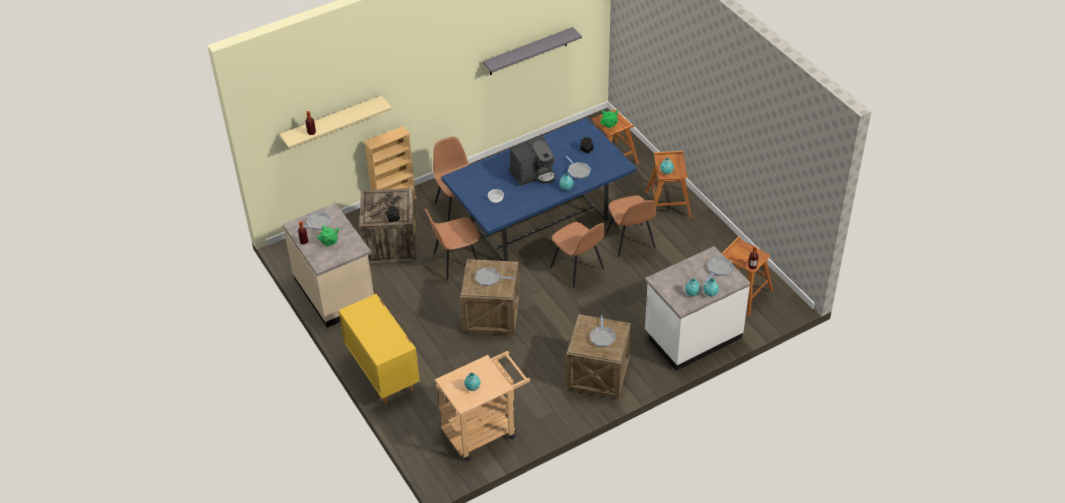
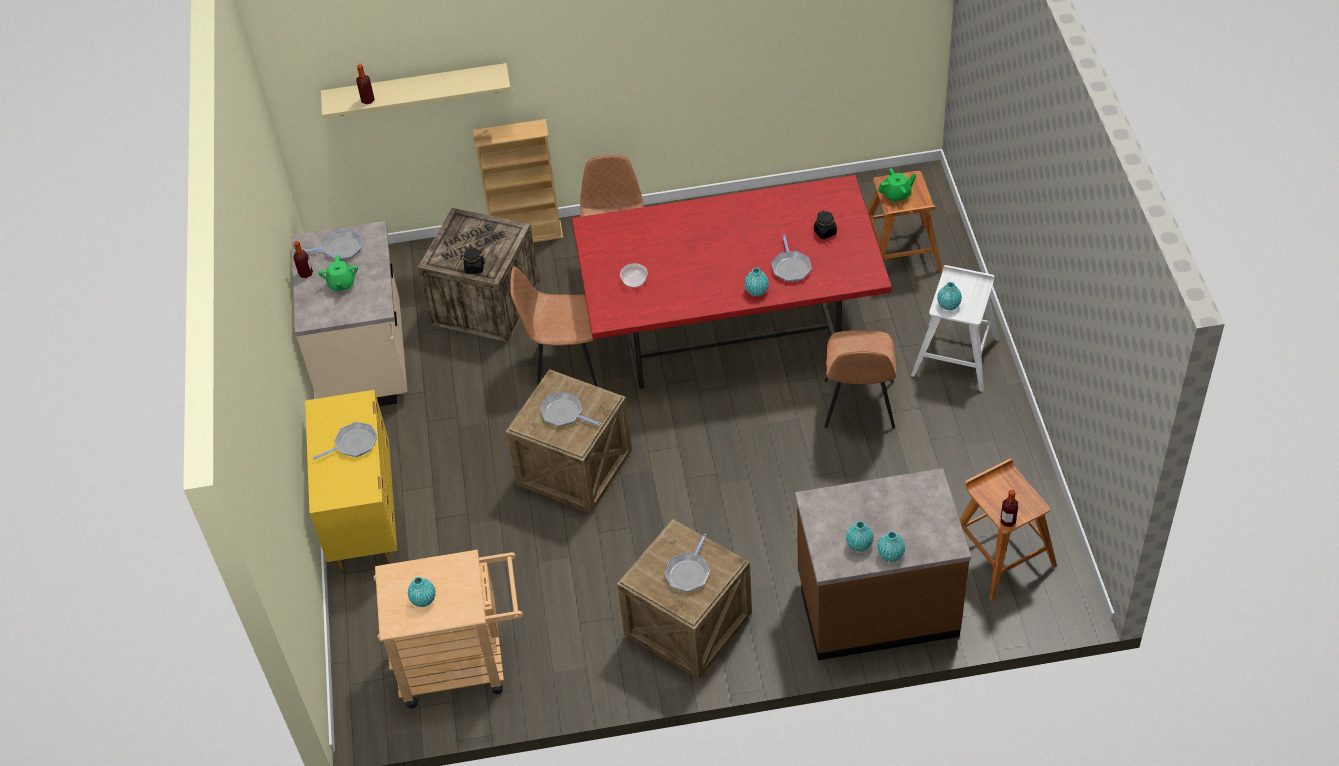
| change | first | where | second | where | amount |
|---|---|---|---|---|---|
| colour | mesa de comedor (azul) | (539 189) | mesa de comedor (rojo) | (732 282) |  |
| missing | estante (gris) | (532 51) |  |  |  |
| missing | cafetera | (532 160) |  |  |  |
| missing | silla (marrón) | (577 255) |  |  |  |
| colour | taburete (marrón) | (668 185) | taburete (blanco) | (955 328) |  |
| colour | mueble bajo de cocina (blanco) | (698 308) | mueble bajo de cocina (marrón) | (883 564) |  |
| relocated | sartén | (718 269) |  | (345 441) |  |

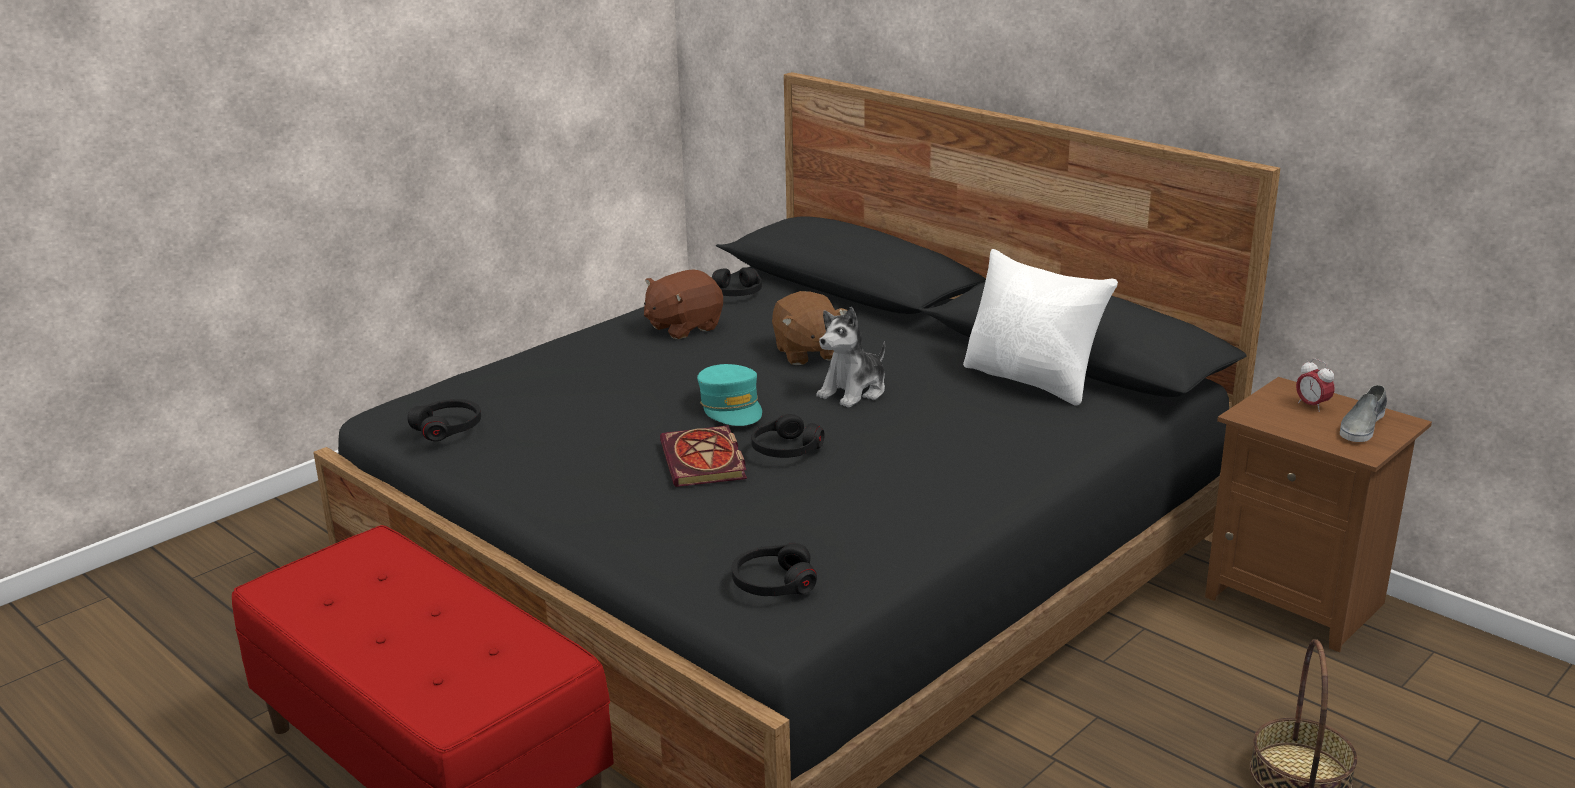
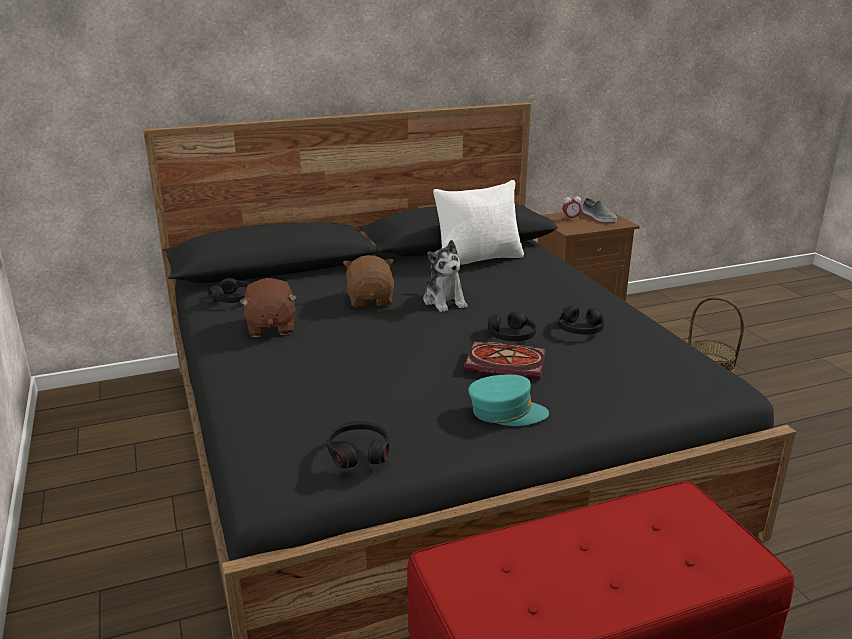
| change | first | where | second | where | amount |
|---|---|---|---|---|---|
| relocated | gorra (turquesa) | (729 395) |  | (508 400) |  |
| relocated | auriculares (negro) | (774 569) |  | (581 320) |  |
| spun | peluche (marrón) | (810 328) |  | (368 281) | 105 degrees counterclockwise |

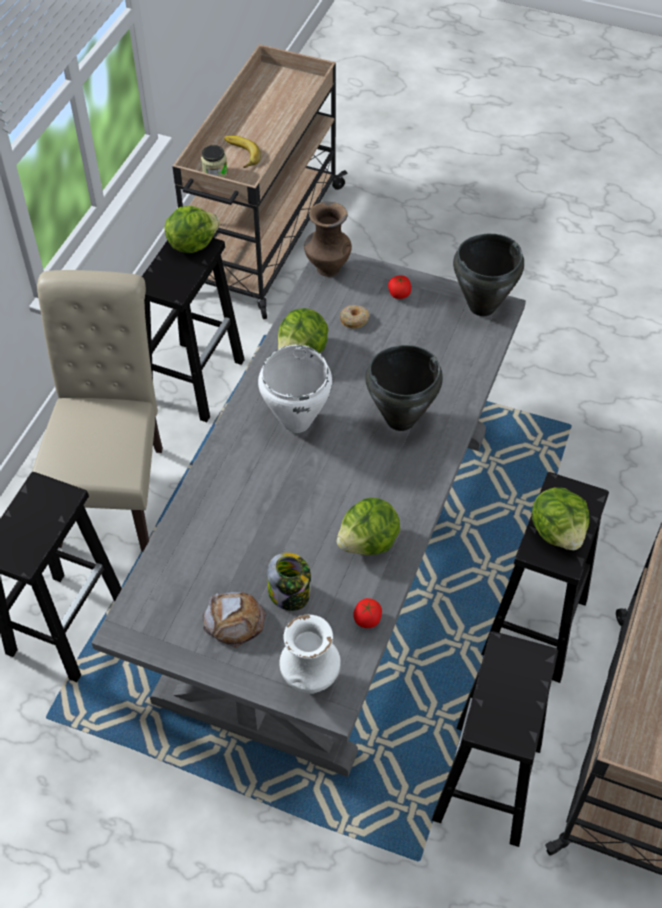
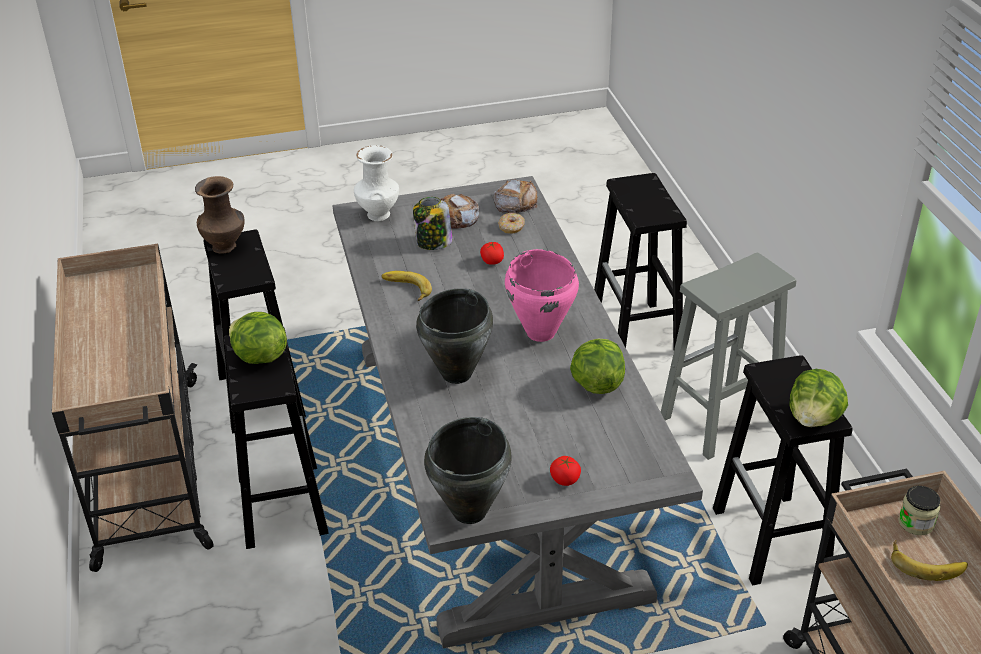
| change | first | where | second | where | amount |
|---|---|---|---|---|---|
| exchanged | silla (beis) | (97 410) | taburete (gris) | (728 356) |  |
| colour | olla (blanco) | (295 389) | olla (rosa) | (542 295) |  |
| relocated | florero (marrón) | (328 239) |  | (220 215) |  |
| exchanged | lechuga | (368 526) | plátano | (406 286) |  |
| relocated | rosquilla | (354 317) |  | (511 223) |  |
| relocated | tomate | (368 613) |  | (492 253) |  |
| appeared |  |  | pan | (516 196) |  |

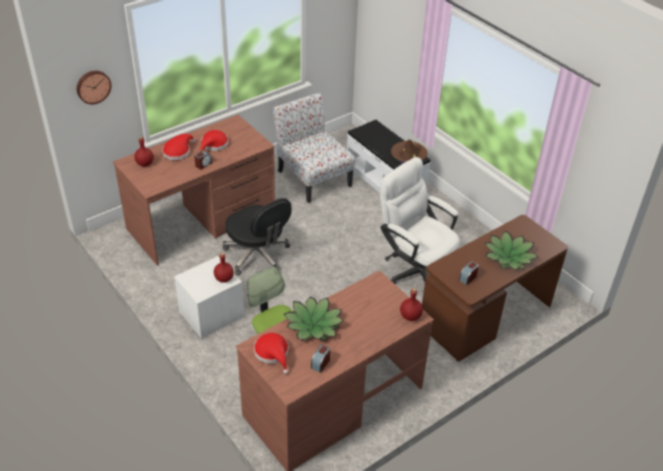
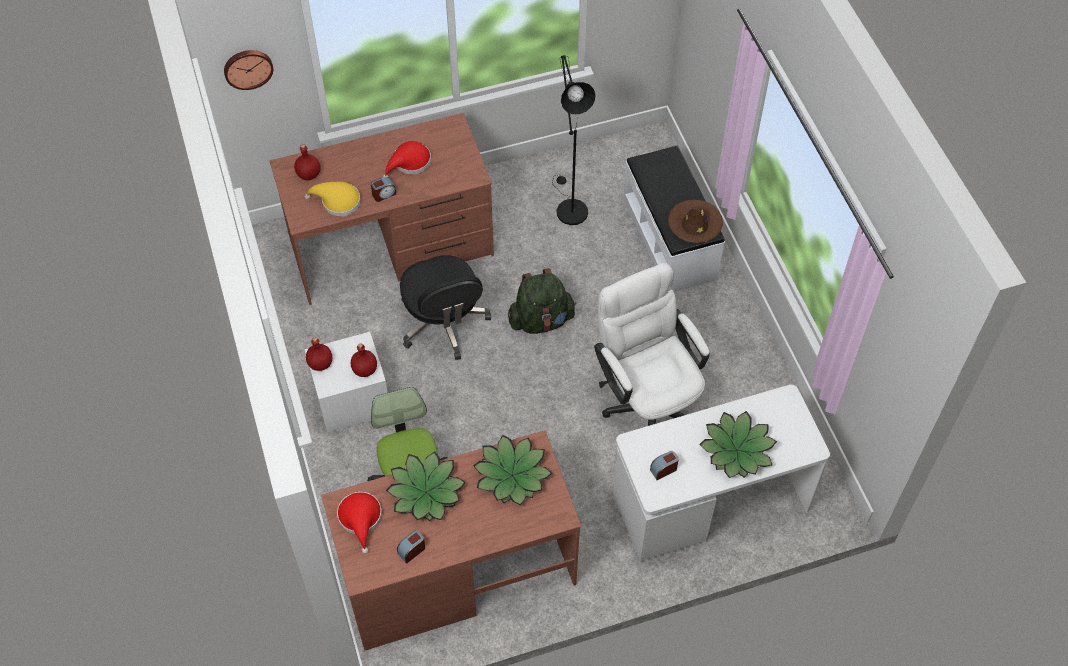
| change | first | where | second | where | amount |
|---|---|---|---|---|---|
| missing | sombrero (rojo) | (179 147) |  |  |  |
| exchanged | silla | (314 148) | lámpara de pie (negro) | (574 140) |  |
| relocated | botella (rojo) | (411 304) |  | (319 354) |  |
| colour | escritorio (marrón) | (495 288) | escritorio (blanco) | (721 473) |  |
| appeared |  |  | sombrero (amarillo) | (333 199) |  |
| appeared |  |  | planta en maceta | (512 470) |  |
| appeared |  |  | mochila (verde) | (542 301) |  |

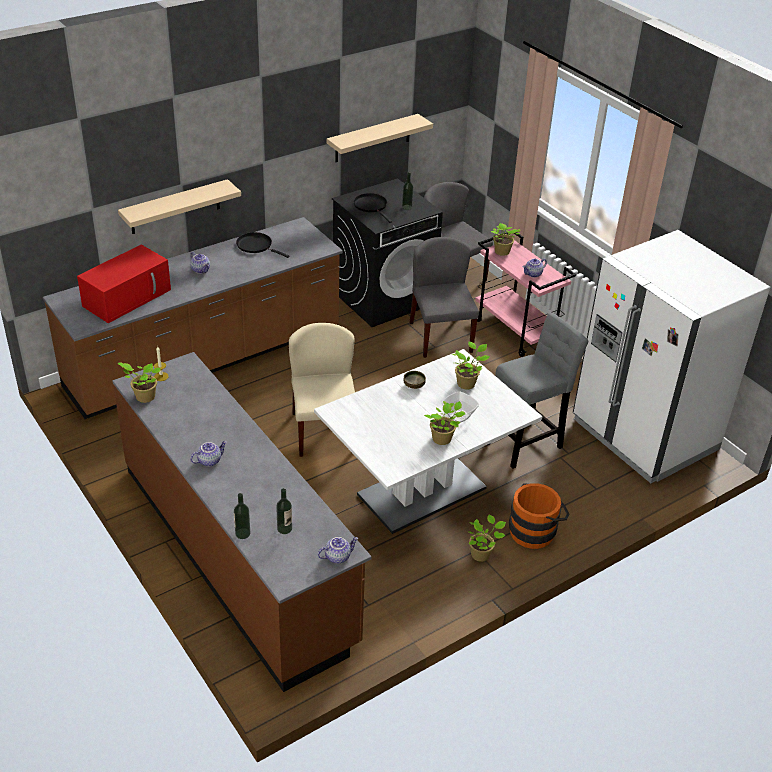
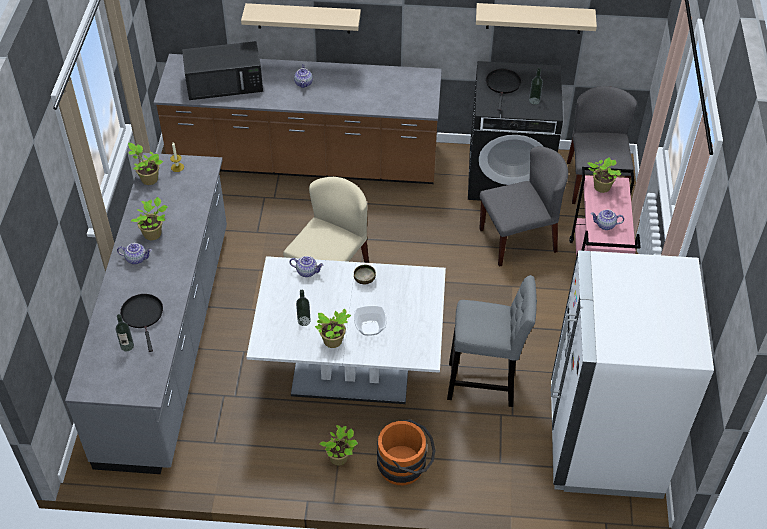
| change | first | where | second | where | amount |
|---|---|---|---|---|---|
| colour | microondas (rojo) | (124 284) | microondas (negro) | (222 70) |  |
| colour | mueble bajo de cocina (marrón) | (242 522) | mueble bajo de cocina (gris) | (146 313) |  |
| relocated | botella | (242 516) |  | (303 308) |  |
| relocated | sartén (negro) | (263 245) |  | (141 323) |  |
| relocated | tetera | (338 550) |  | (306 266) |  |
| spun | silla (gris) | (444 297) |  | (523 206) | 45 degrees clockwise |
| relocated | planta en maceta | (471 366) |  | (149 218) |  |

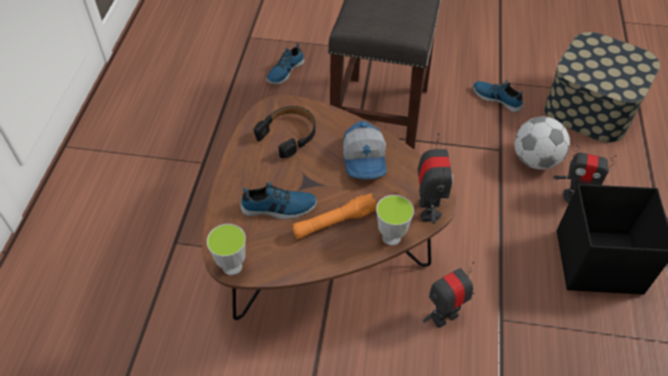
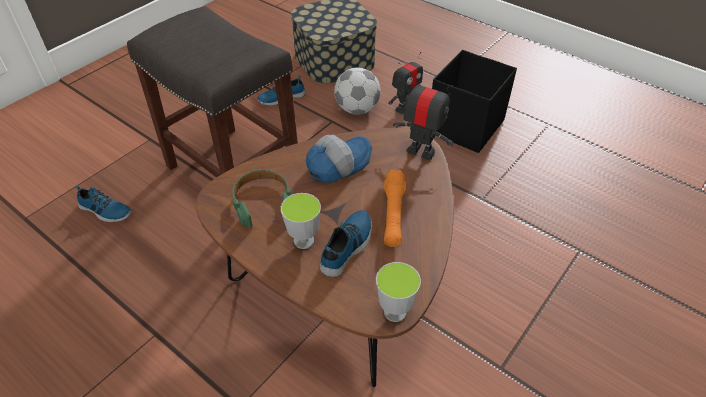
| change | first | where | second | where | amount |
|---|---|---|---|---|---|
| colour | auriculares (negro) | (285 132) | auriculares (verde) | (261 198) |  |
| spun | zapato | (285 64) |  | (104 203) | 45 degrees counterclockwise |
| spun | gorra | (365 150) |  | (339 159) | 60 degrees counterclockwise |
| relocated | taza | (395 220) |  | (301 221) |  |
| missing | robot de juguete | (448 295) |  |  |  |

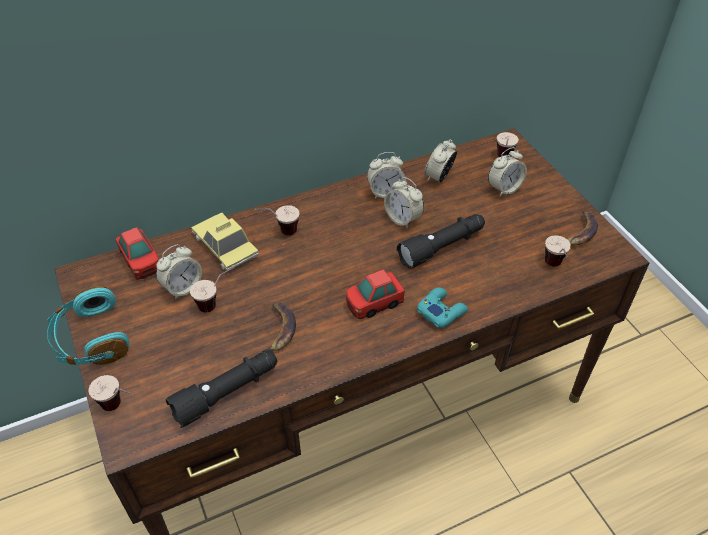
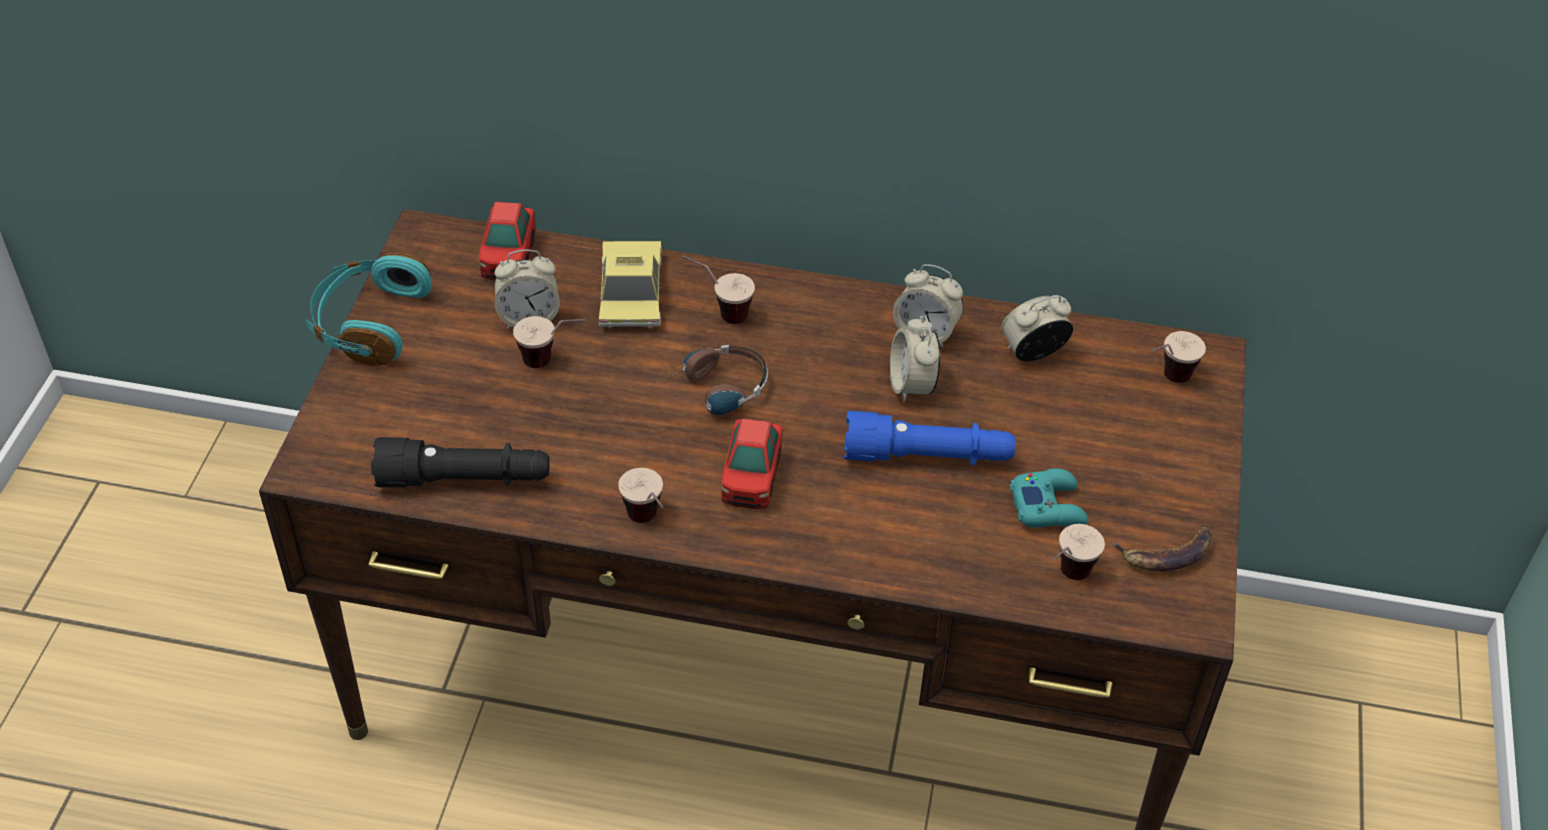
| change | first | where | second | where | amount |
|---|---|---|---|---|---|
| relocated | taza | (109 393) |  | (640 495) |  |
| missing | plátano | (277 328) |  |  |  |
| spun | coche de juguete | (375 294) |  | (752 463) | 90 degrees counterclockwise |
| colour | linterna (negro) | (441 241) | linterna (azul) | (930 438) |  |
| relocated | mando de consola (turquesa) | (442 307) |  | (1049 497) |  |
| missing | despertador | (507 172) |  |  |  |
| appeared |  |  | auriculares | (709 380) |  |

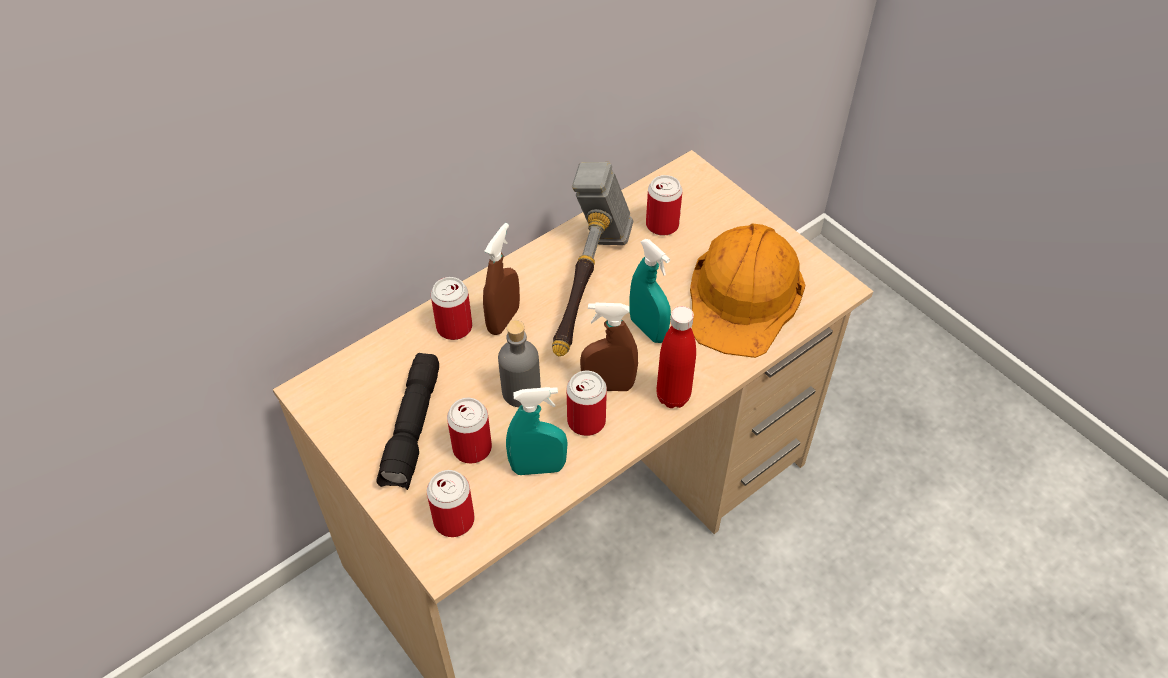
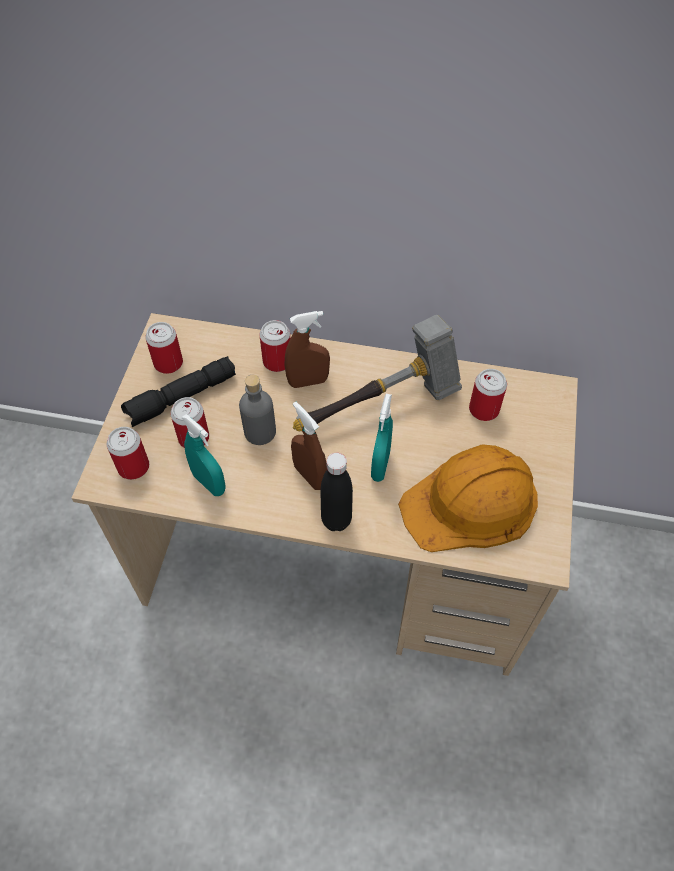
| change | first | where | second | where | amount |
|---|---|---|---|---|---|
| relocated | lata | (587 403) |  | (164 348) |  |
| colour | botella (rojo) | (676 357) | botella (negro) | (336 492) |  |

